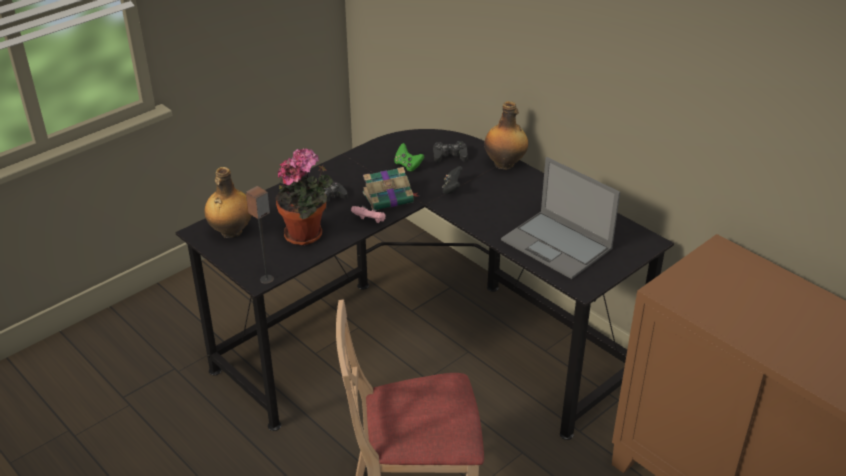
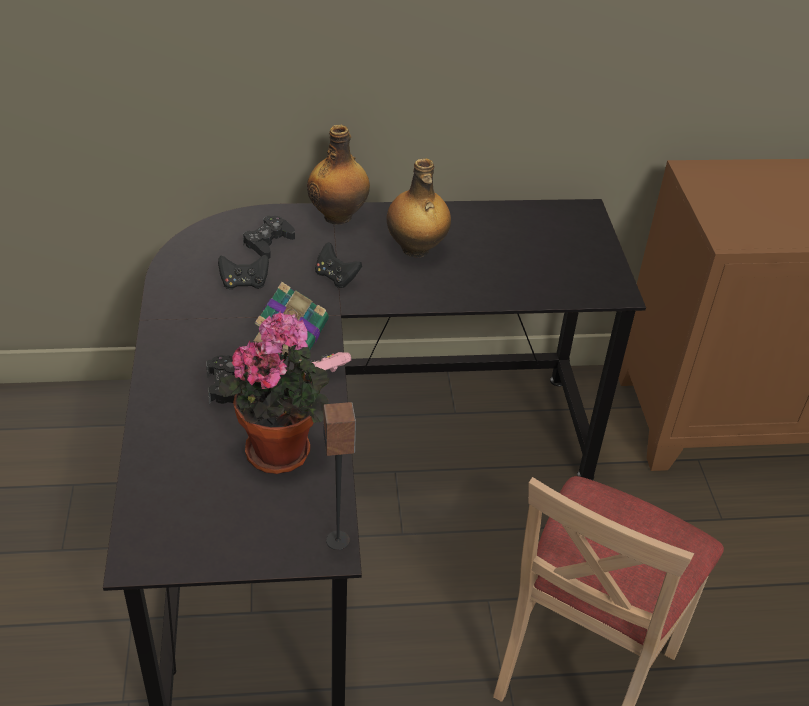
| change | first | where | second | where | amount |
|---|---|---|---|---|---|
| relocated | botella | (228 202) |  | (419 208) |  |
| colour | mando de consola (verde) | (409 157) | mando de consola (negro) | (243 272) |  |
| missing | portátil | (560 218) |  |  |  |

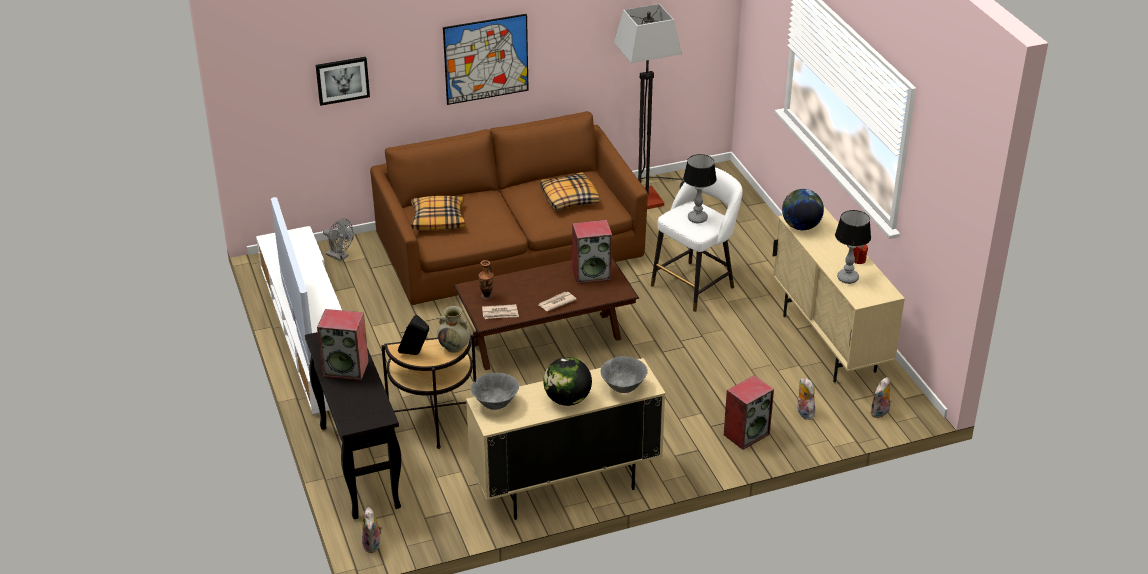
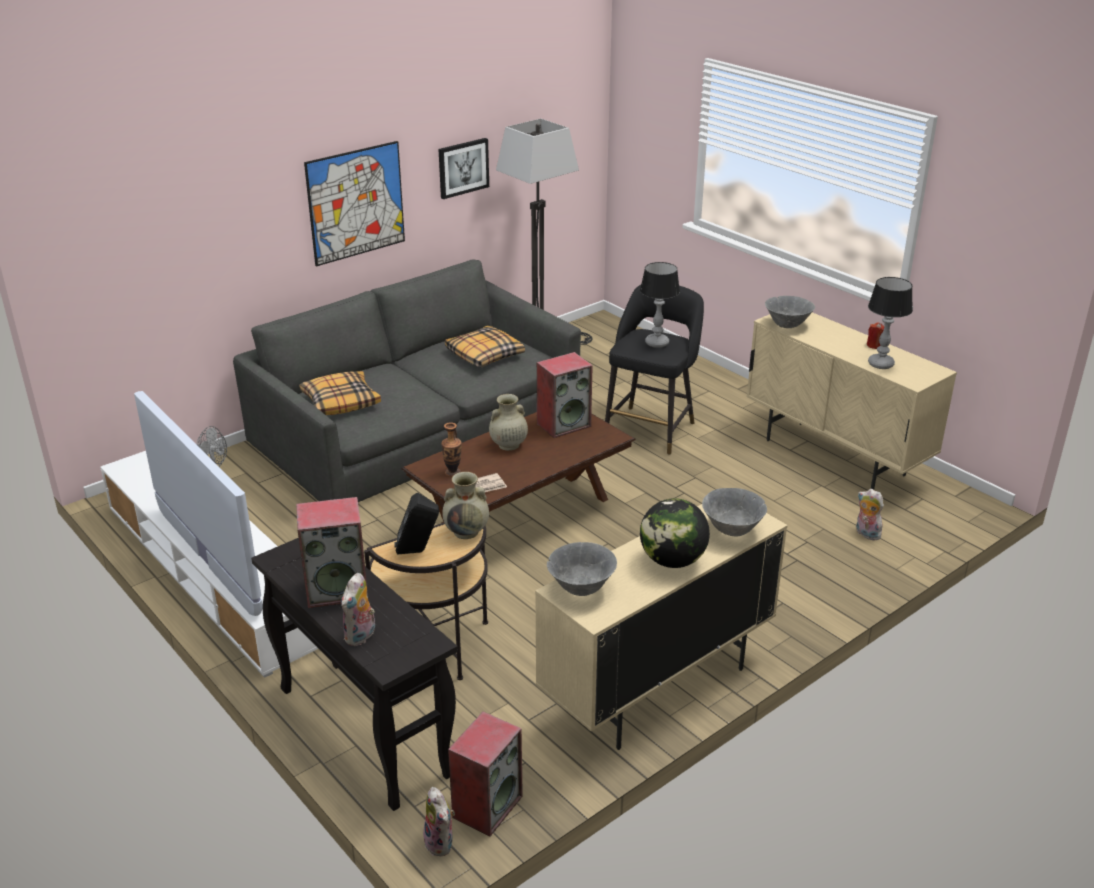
| change | first | where | second | where | amount |
|---|---|---|---|---|---|
| relocated | cuadro | (343 81) |  | (463 168) |  |
| colour | sofá (marrón) | (509 208) | sofá (gris) | (407 381) |  |
| missing | periódico | (558 301) |  |  |  |
| colour | taburete (blanco) | (697 239) | taburete (negro) | (654 370) |  |
| relocated | altavoz | (749 412) |  | (485 774) |  |
| exchanged | globo terráqueo | (803 209) | cuenco (gris) | (790 312) |  |
| relocated | peluche | (881 397) |  | (358 609) |  |
| appeared |  |  | florero (beis) | (508 422) |  |

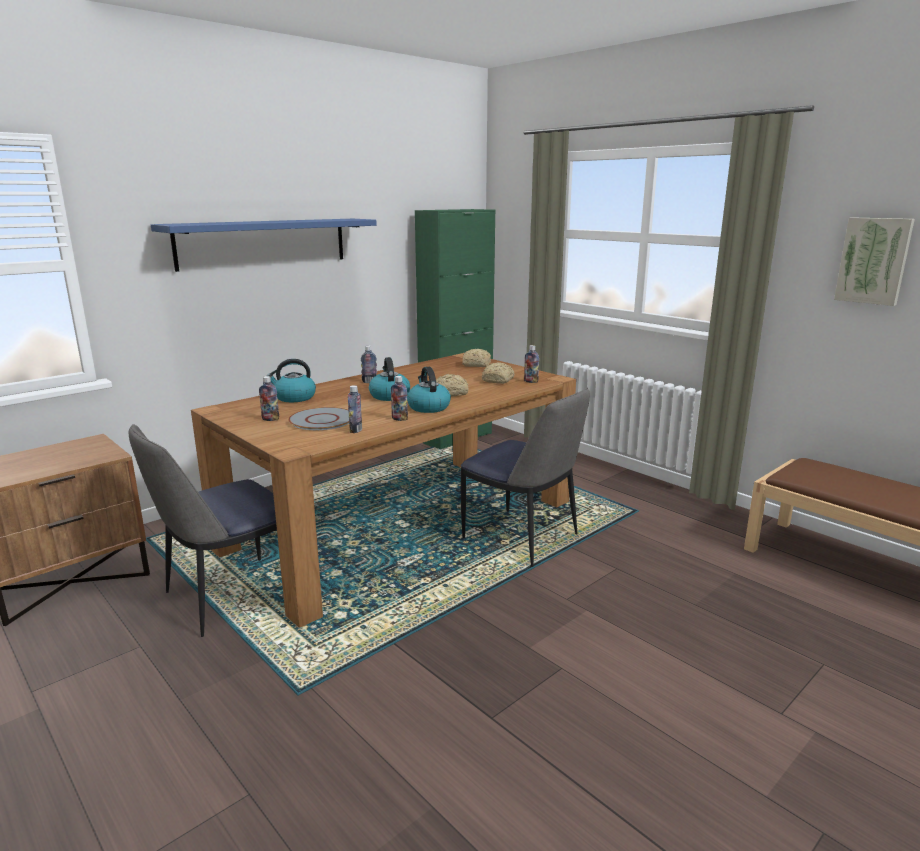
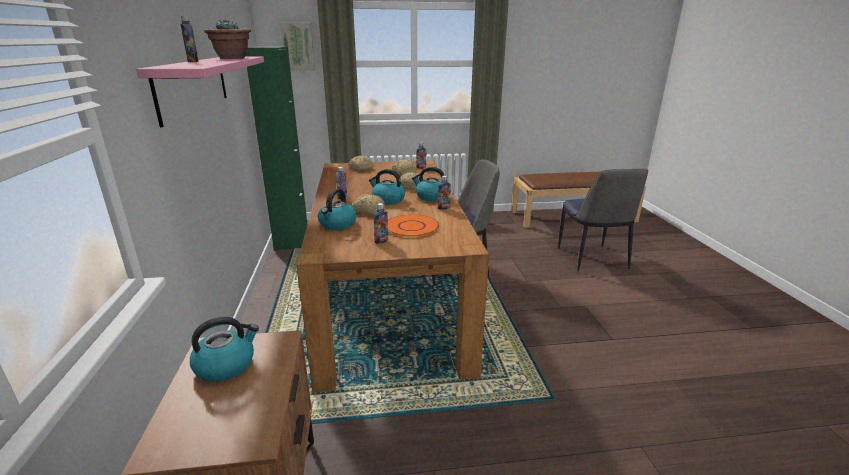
| change | first | where | second | where | amount |
|---|---|---|---|---|---|
| relocated | silla | (203 530) |  | (603 220) |  |
| colour | estante (azul) | (264 245) | estante (rosa) | (200 92) |  |
| colour | plato (gris) | (318 418) | plato (naranja) | (413 225) |  |
| relocated | botella | (355 409) |  | (189 39) |  |
| relocated | cuadro | (874 261) |  | (297 47) |  |
| appeared |  |  | hervidor | (224 349) |  |
| appeared |  |  | planta en maceta | (227 39) |  |
| appeared |  |  | pan | (368 204) |  |

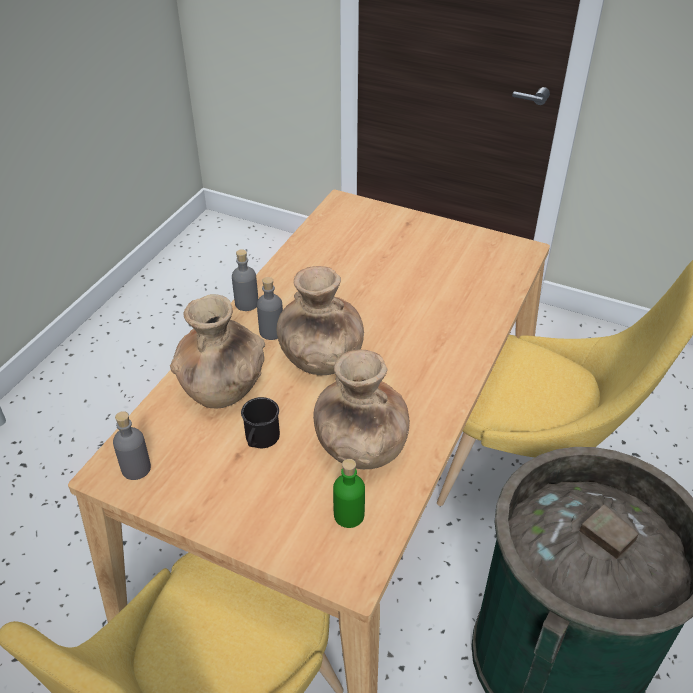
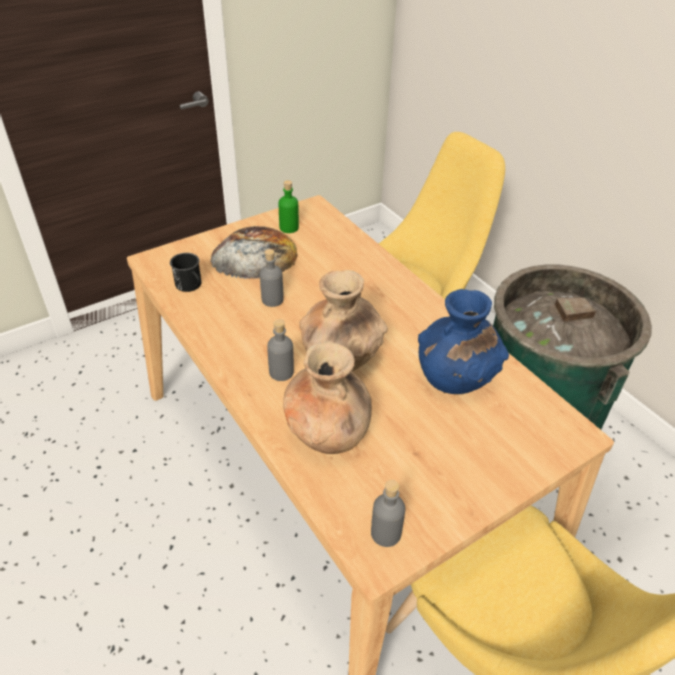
| change | first | where | second | where | amount |
|---|---|---|---|---|---|
| relocated | botella (gris) | (245 280) |  | (272 278) |  |
| relocated | taza grande (negro) | (260 422) |  | (185 272) |  |
| colour | florero (marrón) | (361 409) | florero (azul) | (463 341) |  |
| relocated | botella (verde) | (349 493) |  | (289 206) |  |
| appeared |  |  | pan | (254 252) |  |

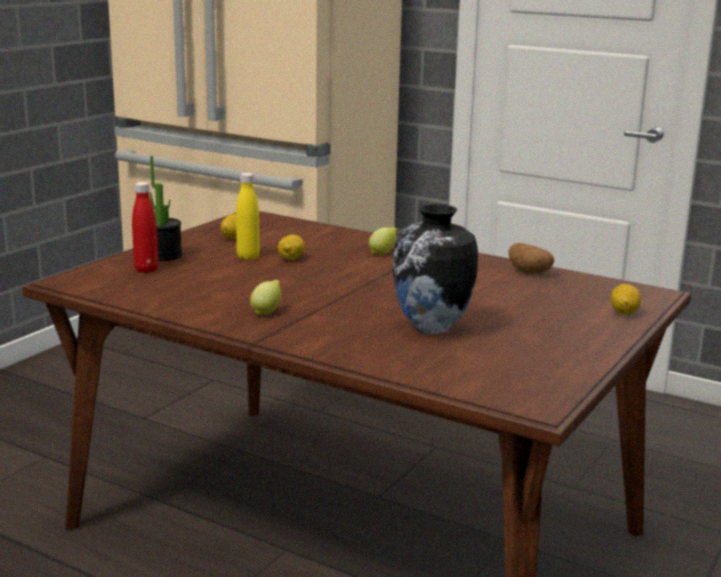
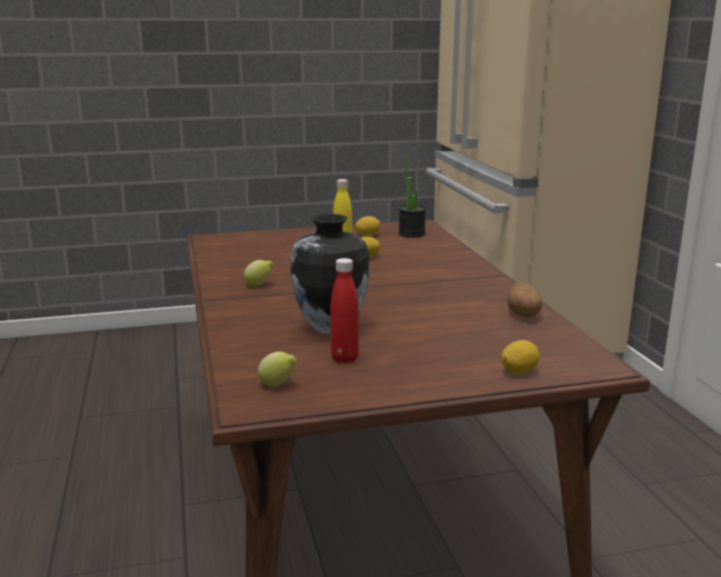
| change | first | where | second | where | amount |
|---|---|---|---|---|---|
| relocated | botella (rojo) | (145 227) |  | (345 311) |  |
| relocated | planta en maceta | (165 208) |  | (412 196) |  |
| relocated | limón | (383 241) |  | (277 369) |  |

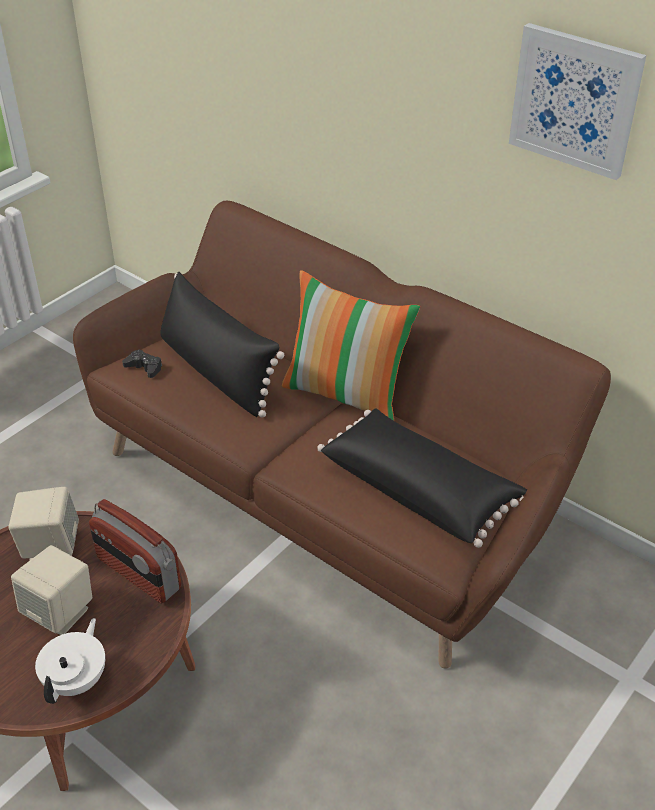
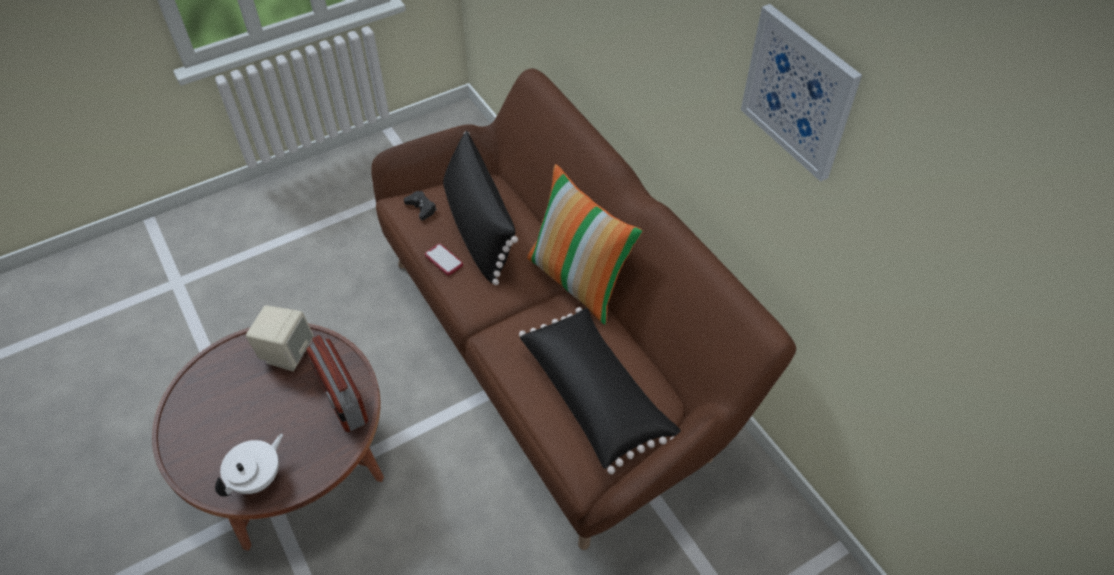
| change | first | where | second | where | amount |
|---|---|---|---|---|---|
| missing | altavoz (beis) | (51 590) |  |  |  |
| appeared |  |  | móvil | (444 260) |  |

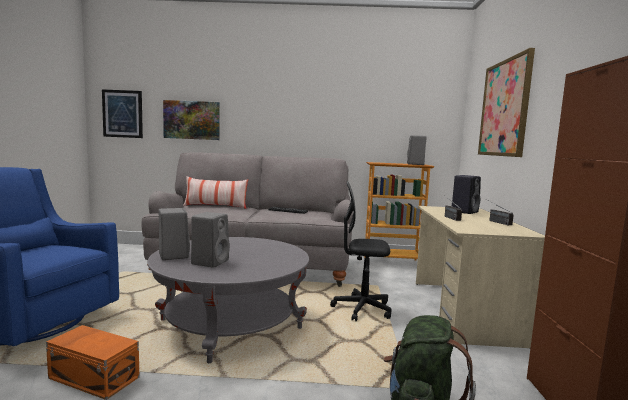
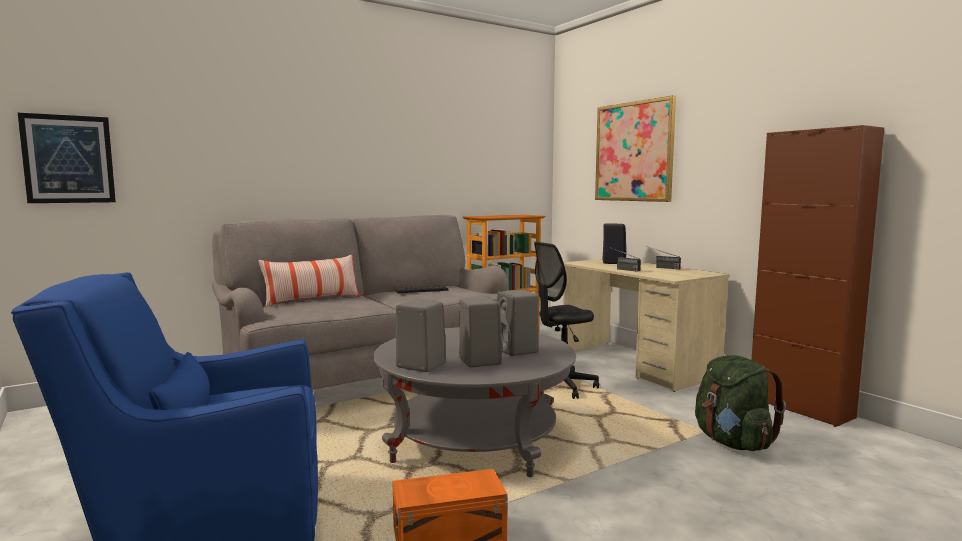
| change | first | where | second | where | amount |
|---|---|---|---|---|---|
| missing | cuadro | (191 120) |  |  |  |
| relocated | altavoz (gris) | (417 150) |  | (518 323) |  |

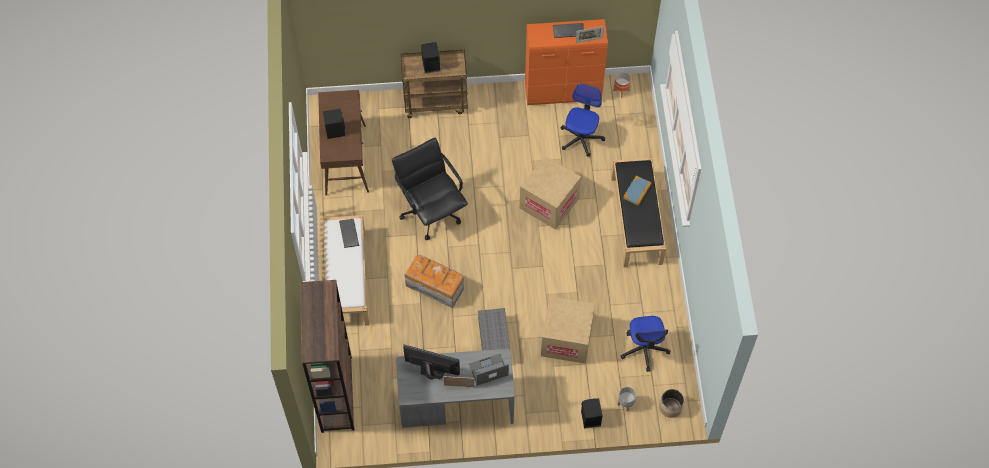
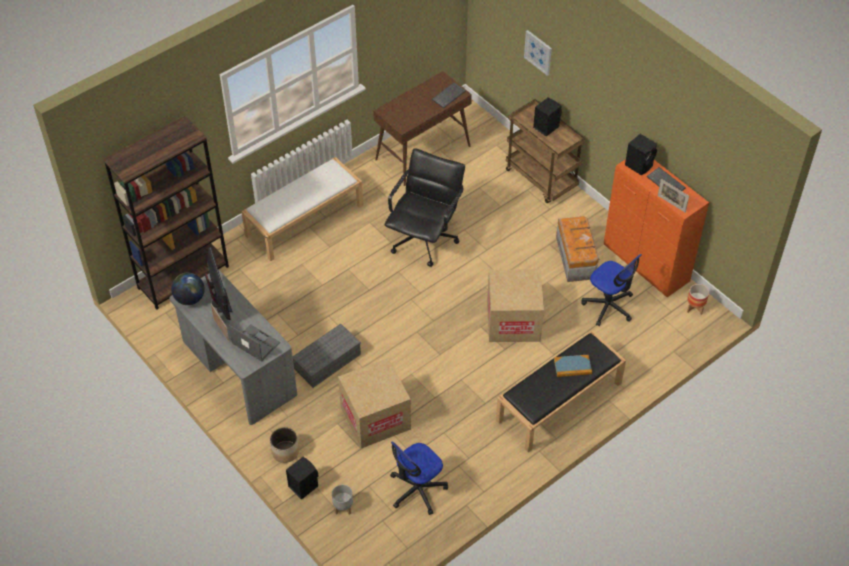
| change | first | where | second | where | amount |
|---|---|---|---|---|---|
| relocated | altavoz (negro) | (334 124) |  | (641 154) |  |
| relocated | teclado | (349 233) |  | (449 95) |  |
| relocated | caja de almacenaje | (434 281) |  | (577 249) |  |
| spun | silla de oficina | (582 120) |  | (611 290) | 60 degrees clockwise |
| relocated | maceta | (672 403) |  | (284 445) |  |
| appeared |  |  | globo terráqueo | (188 289) |  |
| appeared |  |  | cuadro | (538 53) |  |

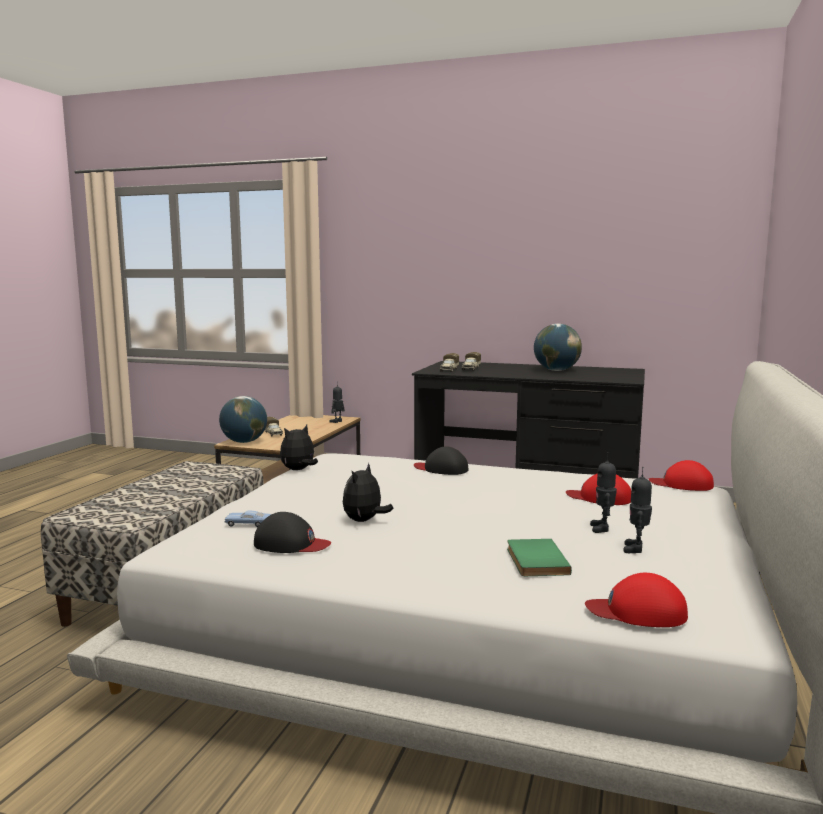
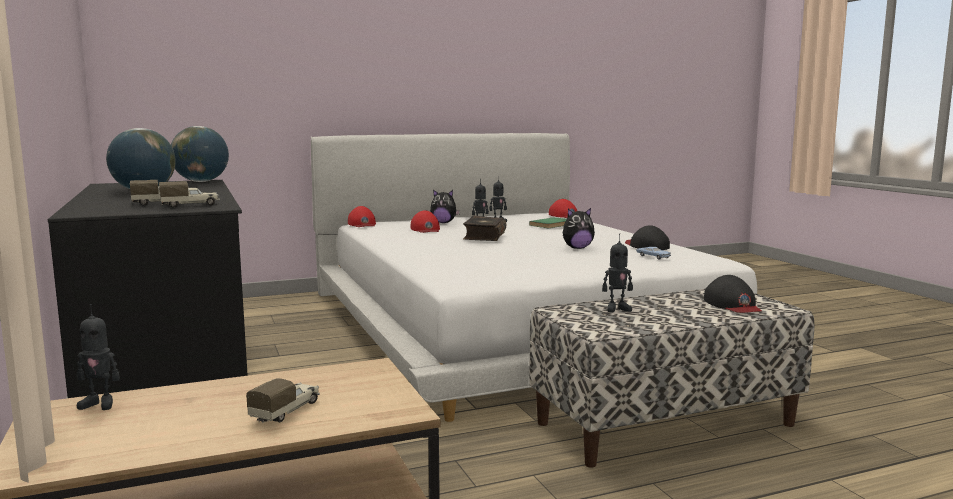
| change | first | where | second | where | amount |
|---|---|---|---|---|---|
| relocated | globo terráqueo | (243 419) |  | (200 154) |  |
| relocated | peluche | (299 447) |  | (445 206) |  |
| relocated | gorra (negro) | (441 460) |  | (733 294) |  |
| appeared |  |  | libro | (484 228) |  |
| appeared |  |  | robot de juguete | (617 273) |  |

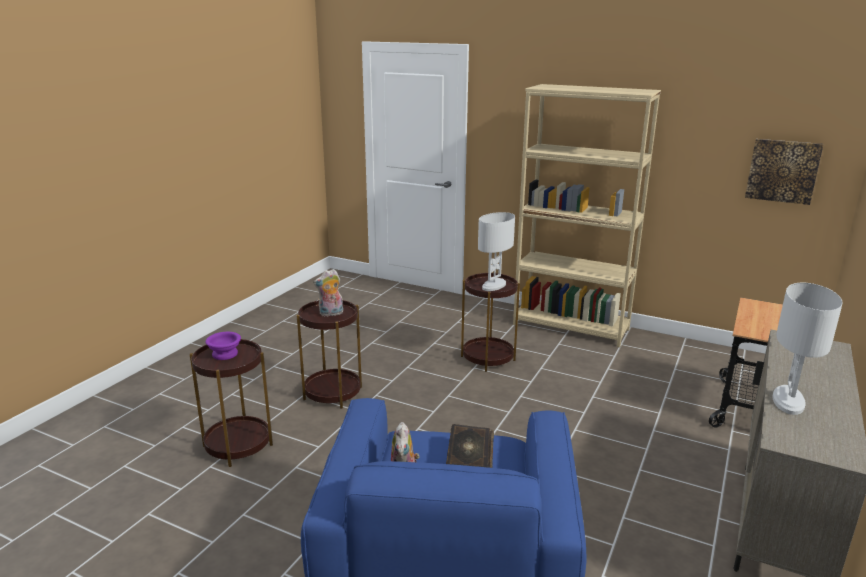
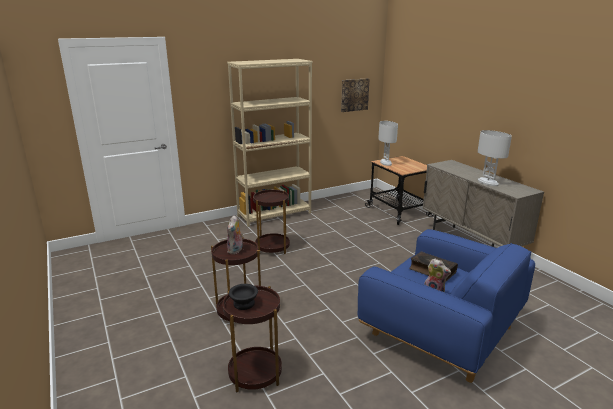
| change | first | where | second | where | amount |
|---|---|---|---|---|---|
| colour | cuenco (morado) | (223 346) | cuenco (negro) | (243 297) |  |
| relocated | lámpara de mesa (blanco) | (496 251) |  | (388 143) |  |

